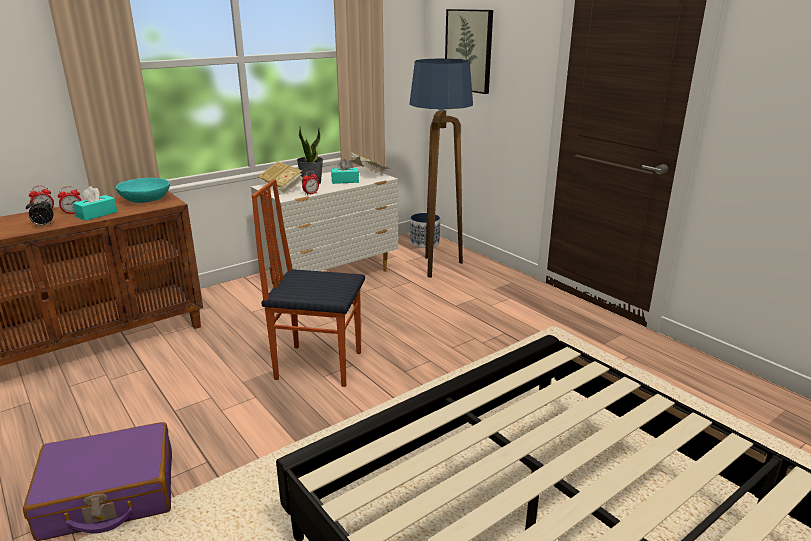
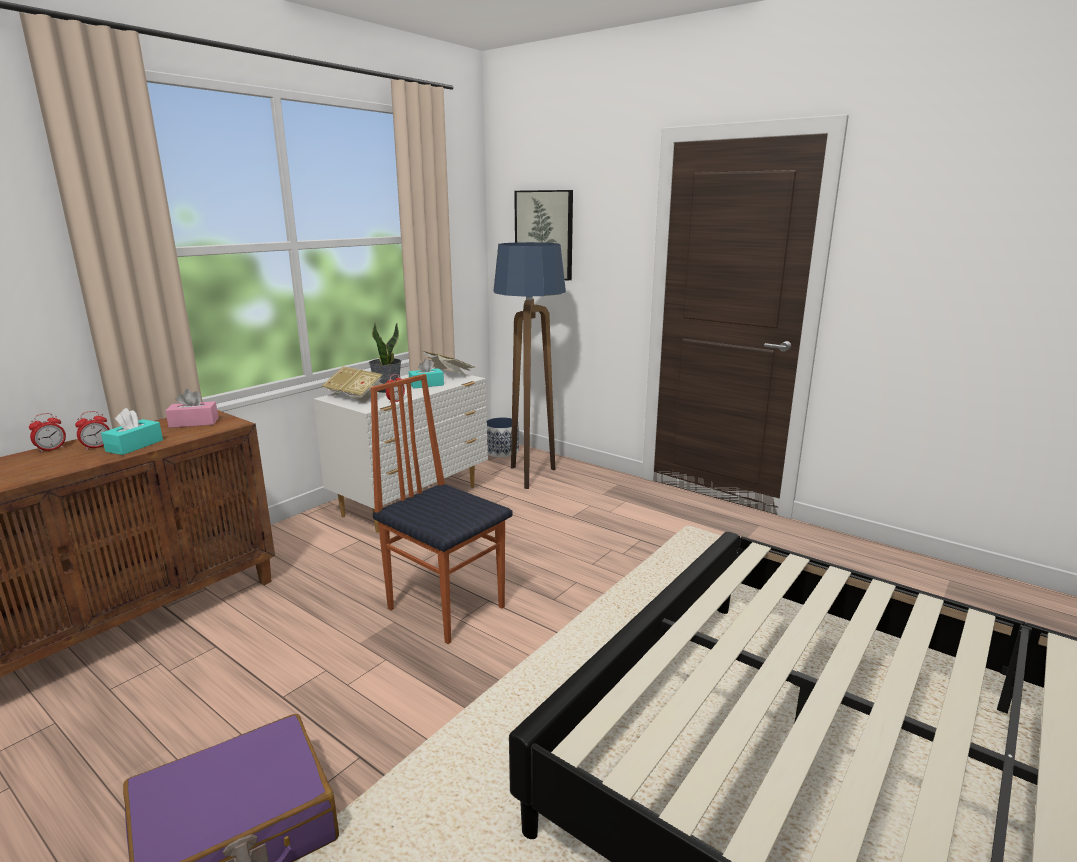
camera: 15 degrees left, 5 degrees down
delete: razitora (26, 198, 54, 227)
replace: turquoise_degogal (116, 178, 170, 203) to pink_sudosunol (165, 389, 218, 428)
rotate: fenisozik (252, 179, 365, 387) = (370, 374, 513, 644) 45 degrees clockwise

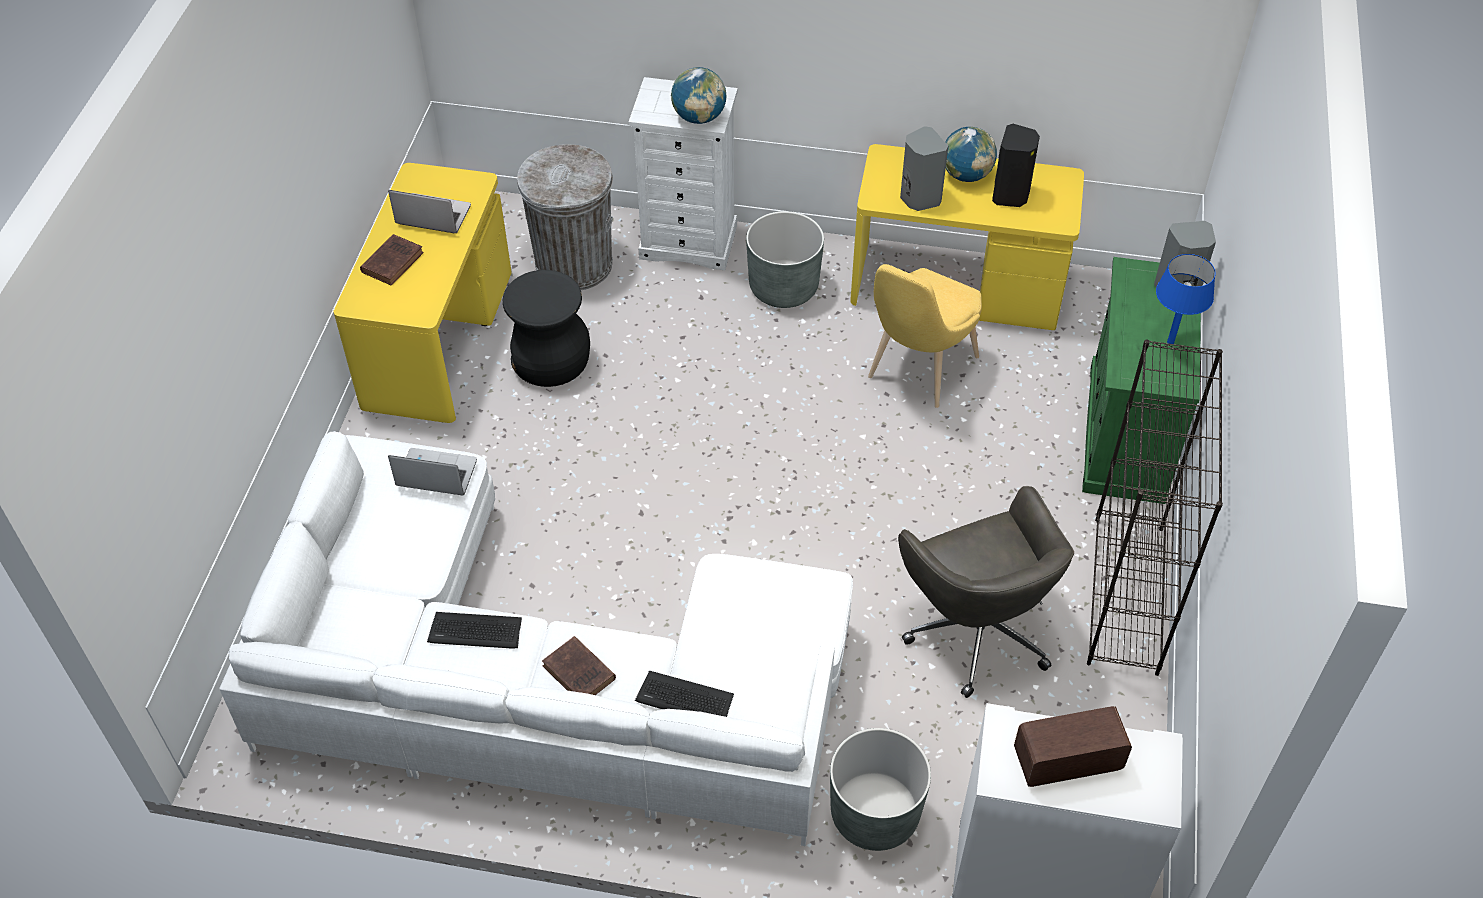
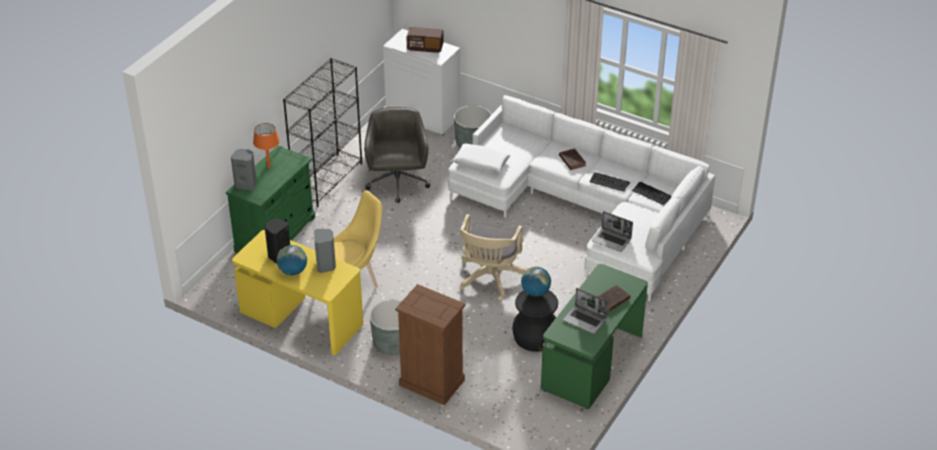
camera: 160 degrees left, 10 degrees down
delete: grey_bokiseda (517, 144, 613, 290)
insert: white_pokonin (452, 144, 510, 173); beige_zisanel (460, 214, 527, 301)
move: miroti (671, 67, 726, 124) to (521, 267, 551, 297); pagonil (635, 671, 734, 717) to (632, 182, 672, 205)
recolor: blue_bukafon (1156, 254, 1215, 344) to orange_bukafon (253, 123, 280, 168); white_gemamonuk (629, 77, 738, 270) to brown_gemamonuk (395, 284, 465, 405); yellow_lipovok (334, 163, 512, 423) to green_lipovok (541, 264, 648, 409)

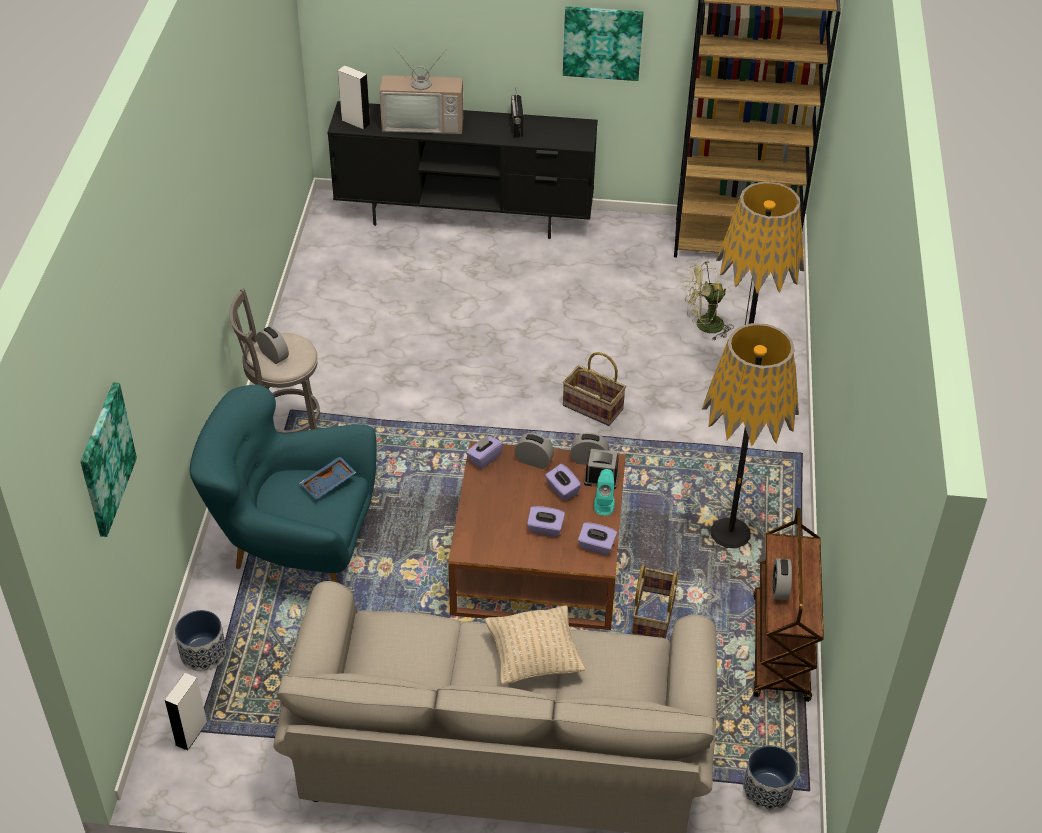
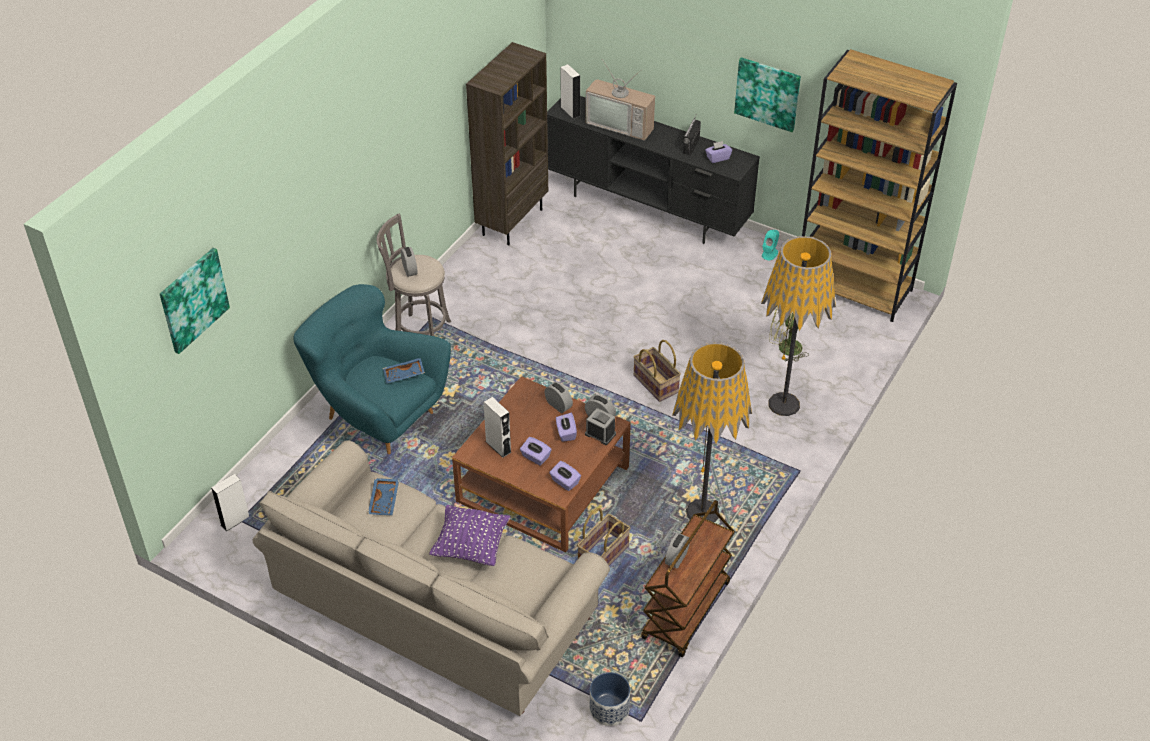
camera: 25 degrees right, 0 degrees up
delete: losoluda (175, 610, 226, 671)
insert: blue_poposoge (368, 478, 399, 515); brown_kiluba (466, 42, 548, 245); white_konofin (484, 397, 512, 458)
move: purple_sudosunol (466, 435, 504, 469) to (705, 141, 732, 163); turquoise_konofin (594, 469, 615, 516) to (762, 230, 779, 260)
recolor: beige_pokonin (485, 605, 585, 685) to purple_pokonin (429, 505, 511, 566)

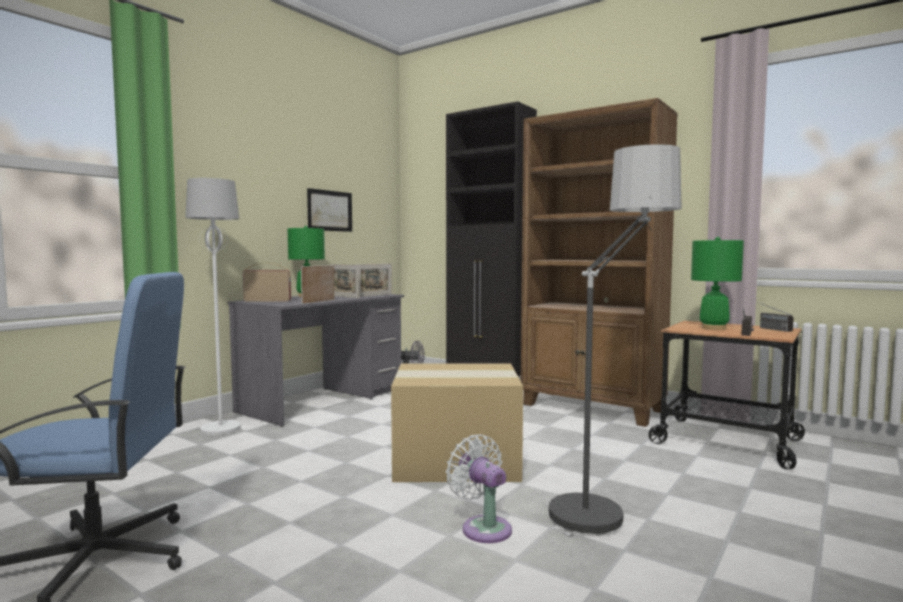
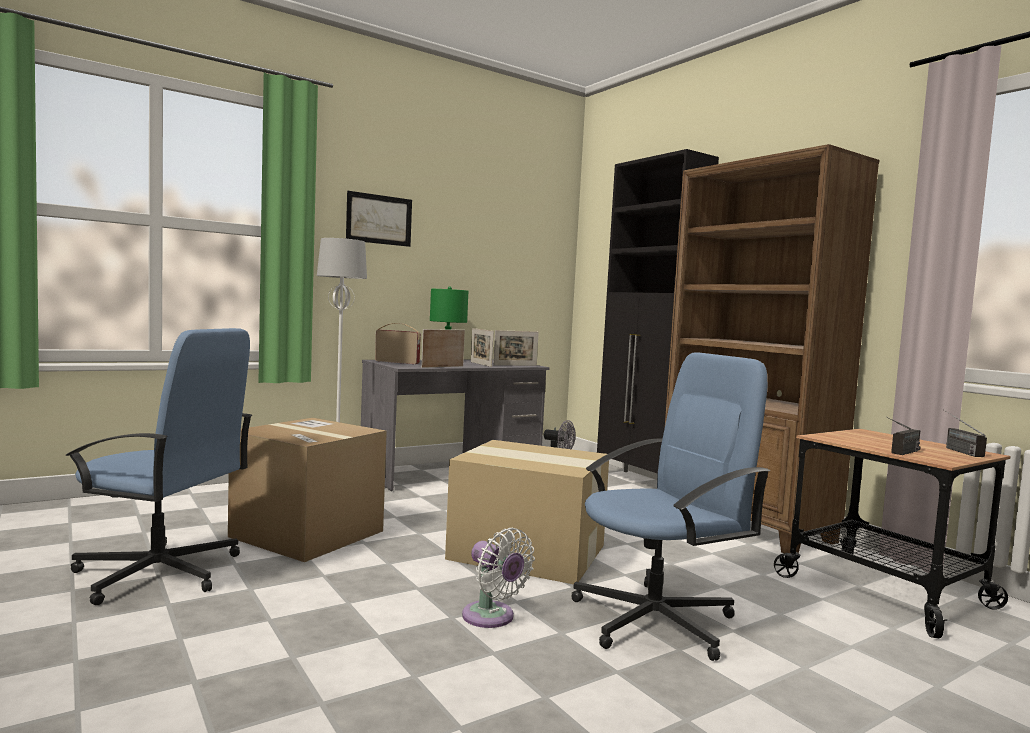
camera: 20 degrees right, 0 degrees up
delete: green_bukafon (691, 237, 744, 330)
insert: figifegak (228, 418, 387, 562)
move: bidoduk (307, 188, 352, 232) to (346, 191, 412, 247)
replace: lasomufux (547, 144, 682, 537) to blue_zisanel (571, 352, 771, 661)
rotate: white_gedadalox (446, 434, 512, 543) = (462, 528, 535, 628) 150 degrees clockwise

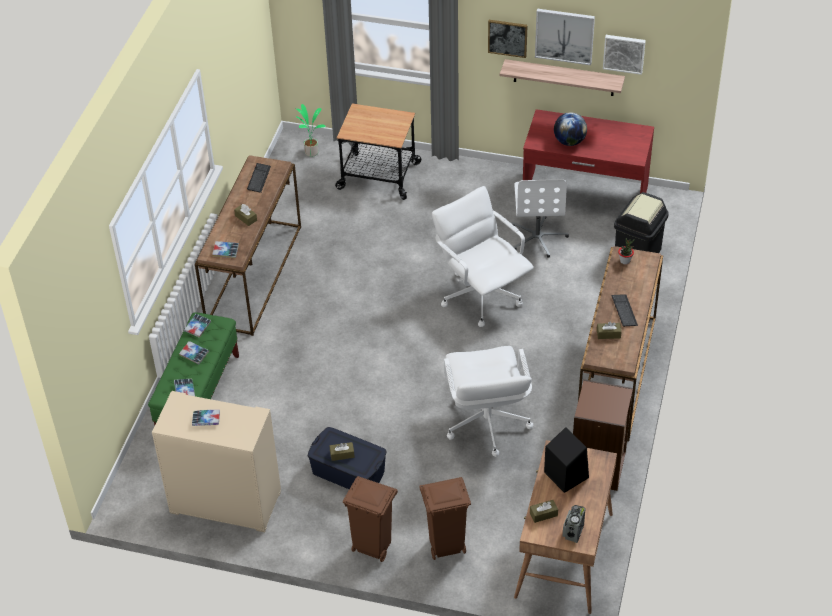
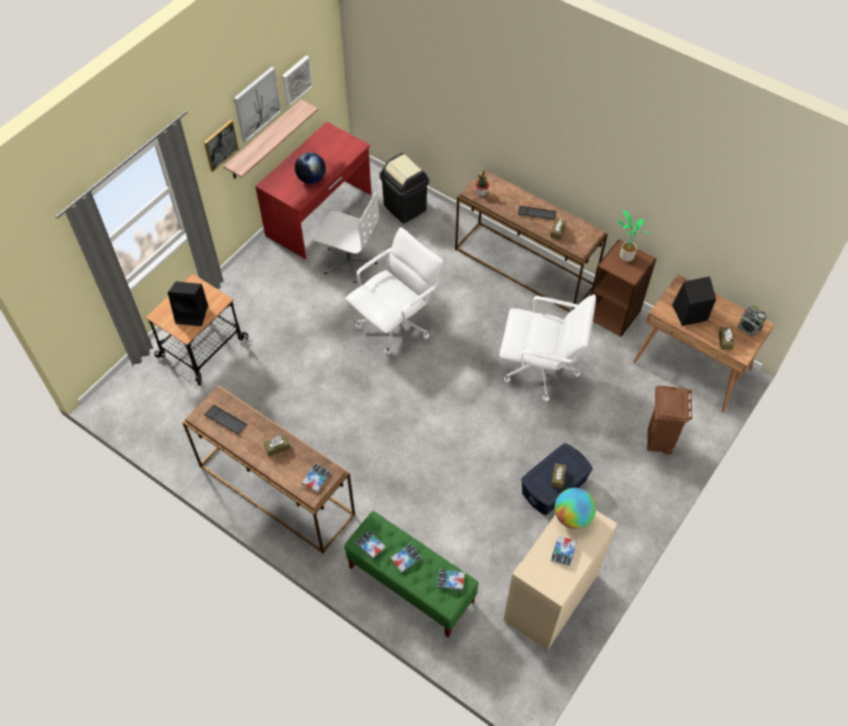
camera: 70 degrees left, 10 degrees up
delete: brown_bokiseda (343, 476, 398, 562)
insert: black_konofin (168, 281, 208, 326); miroti (555, 488, 596, 529)
move: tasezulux (295, 104, 326, 157) to (618, 211, 651, 262)
rotate: white_zisanel (432, 186, 534, 327) = (346, 227, 443, 355) 150 degrees clockwise

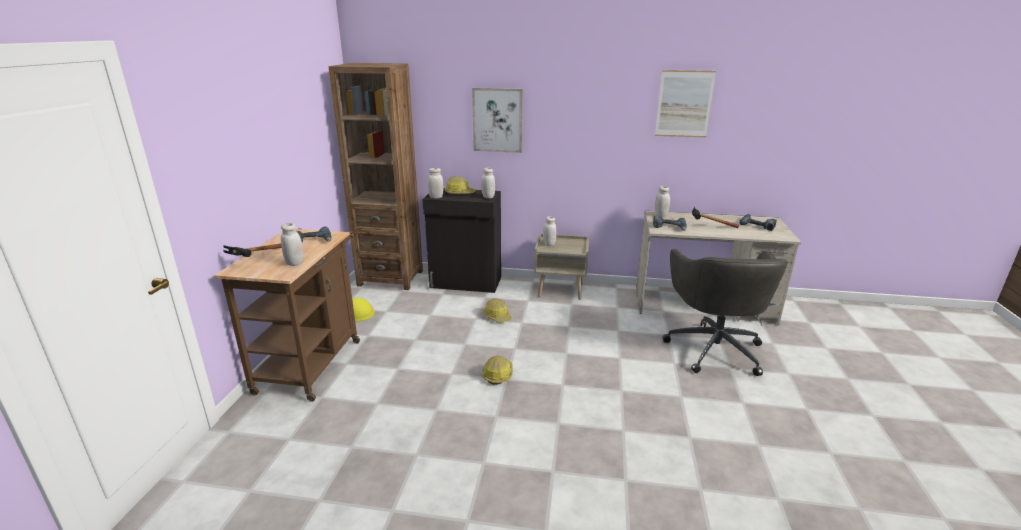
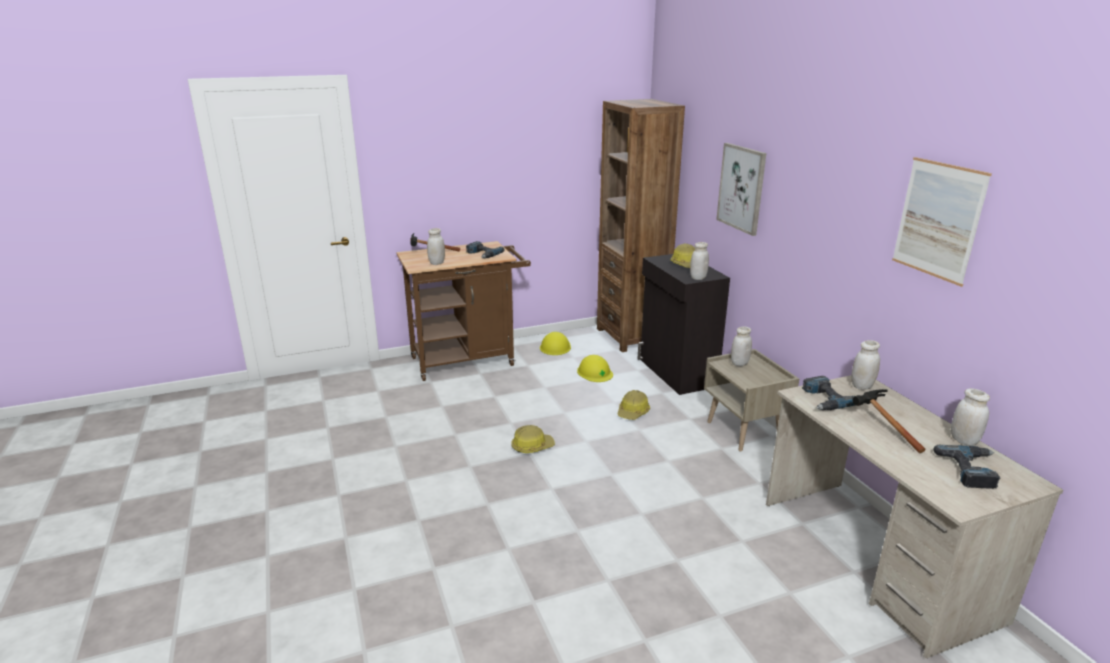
camera: 60 degrees right, 0 degrees up
delete: grey_zisanel (663, 249, 788, 376)
insert: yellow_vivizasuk (577, 355, 613, 382)
move: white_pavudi (428, 168, 444, 198) to (951, 388, 990, 446)

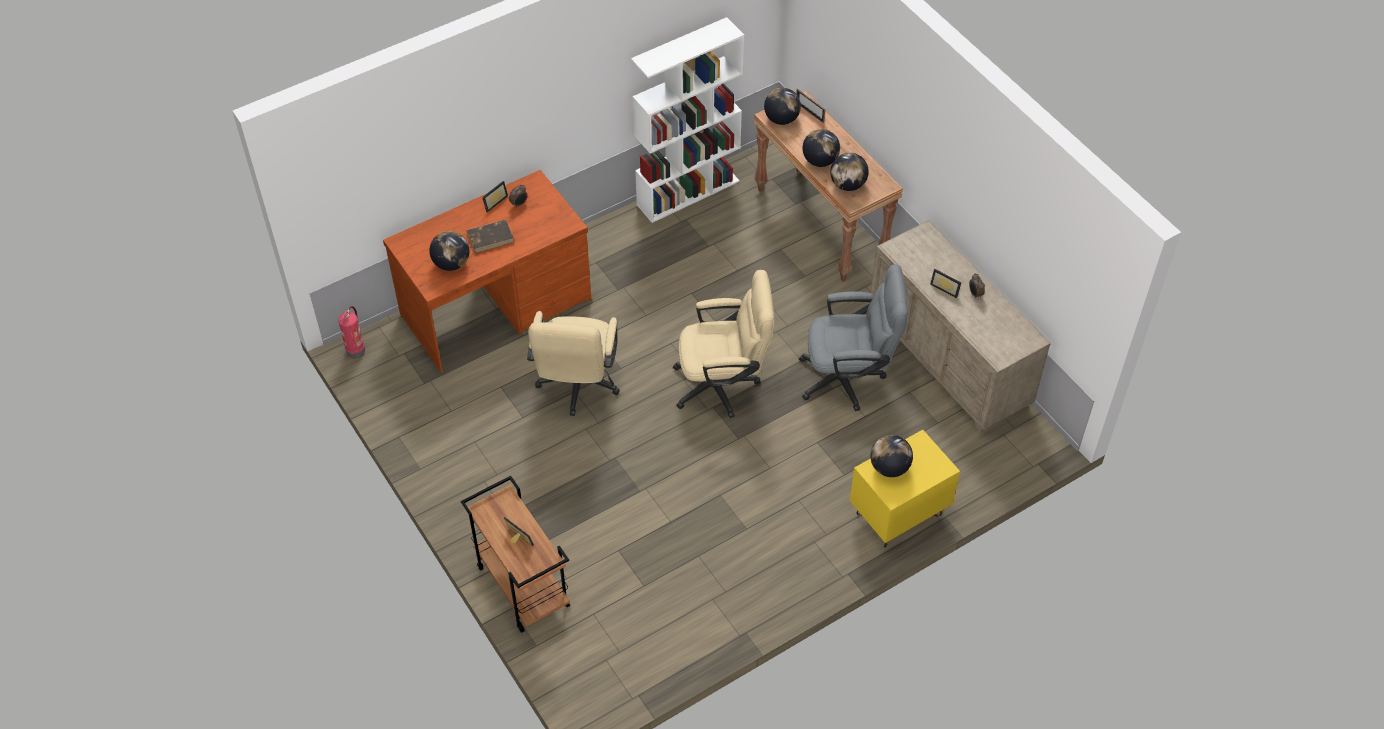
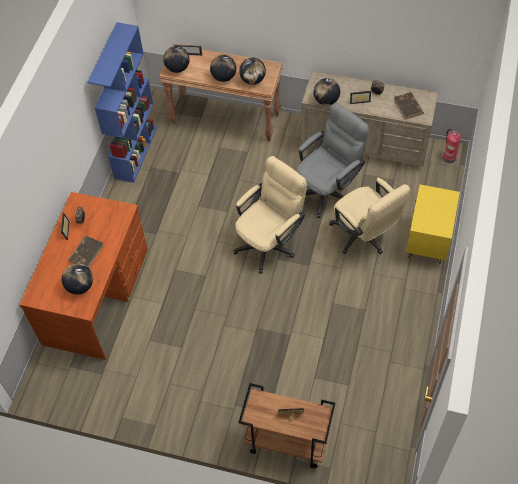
camera: 40 degrees left, 5 degrees up
insert: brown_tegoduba (394, 92, 424, 120)
move: miroti (870, 435, 913, 477) to (313, 78, 340, 105); beige_zisanel (527, 311, 620, 416) to (329, 178, 410, 254); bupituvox (338, 306, 365, 358) to (443, 128, 462, 163)
recolor: white_kiluba (631, 17, 744, 223) to blue_kiluba (87, 22, 158, 183)

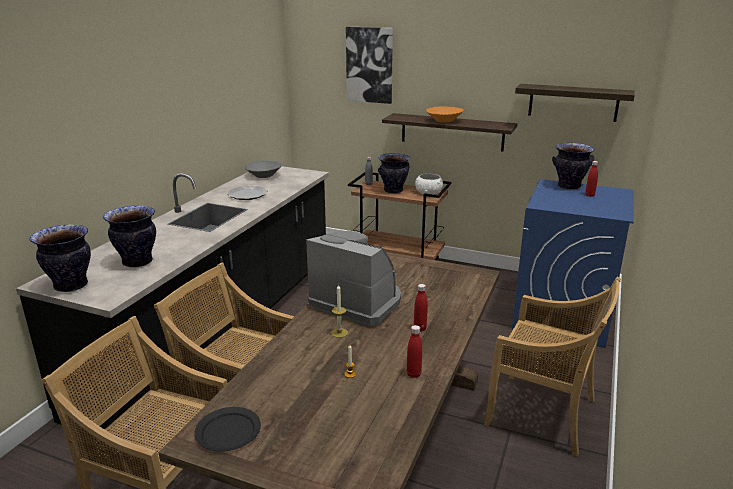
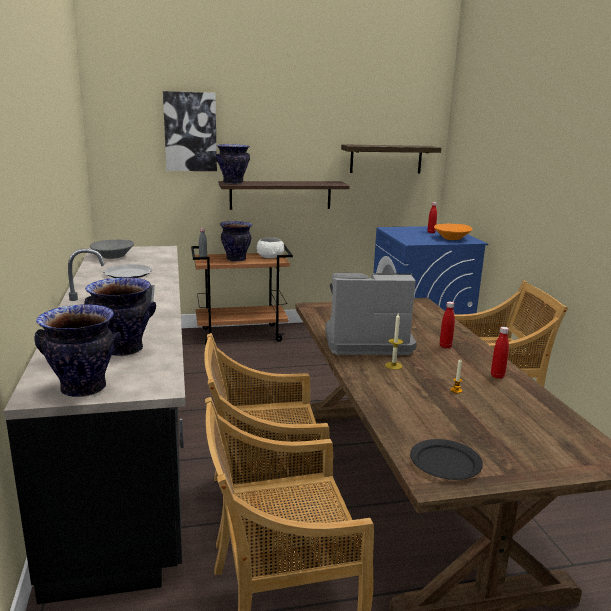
camera: 35 degrees left, 5 degrees down
move: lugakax (552, 143, 595, 190) to (216, 144, 250, 184); orange_degogal (426, 106, 463, 122) to (434, 224, 473, 240)

